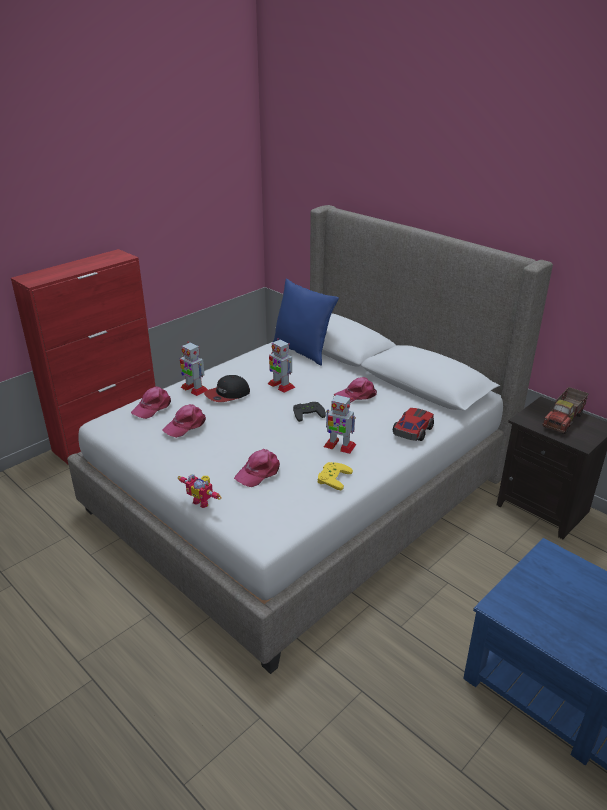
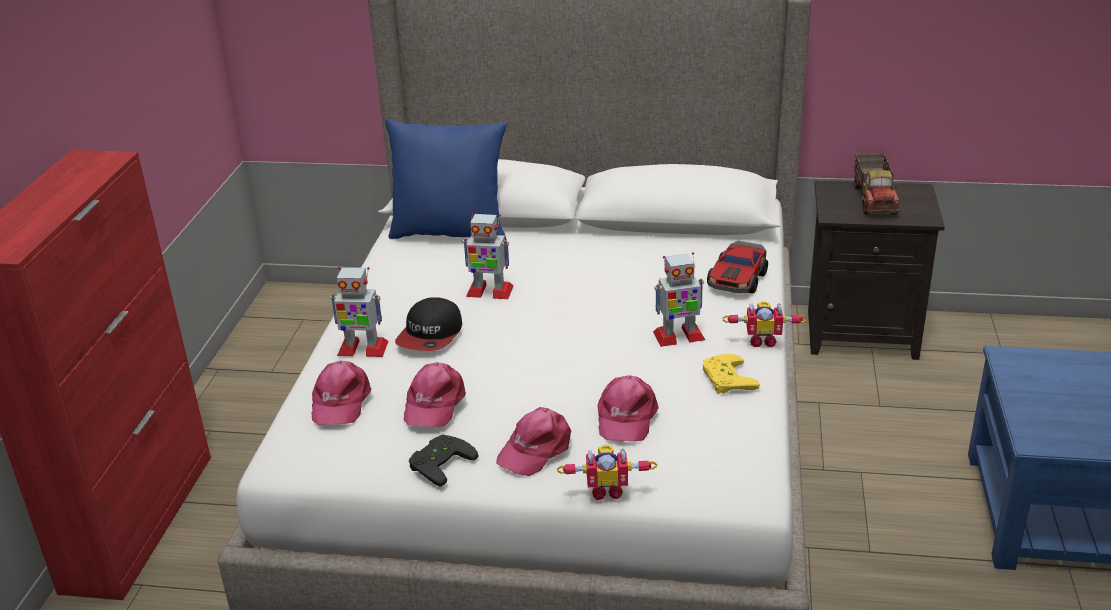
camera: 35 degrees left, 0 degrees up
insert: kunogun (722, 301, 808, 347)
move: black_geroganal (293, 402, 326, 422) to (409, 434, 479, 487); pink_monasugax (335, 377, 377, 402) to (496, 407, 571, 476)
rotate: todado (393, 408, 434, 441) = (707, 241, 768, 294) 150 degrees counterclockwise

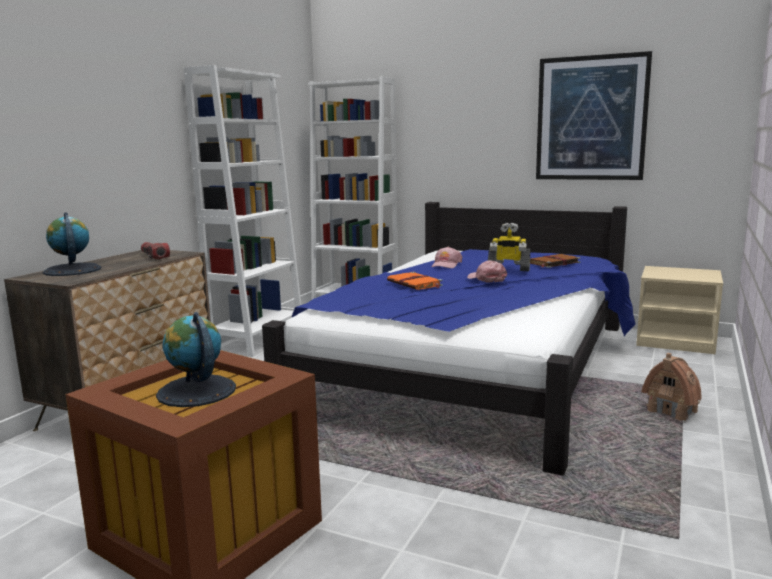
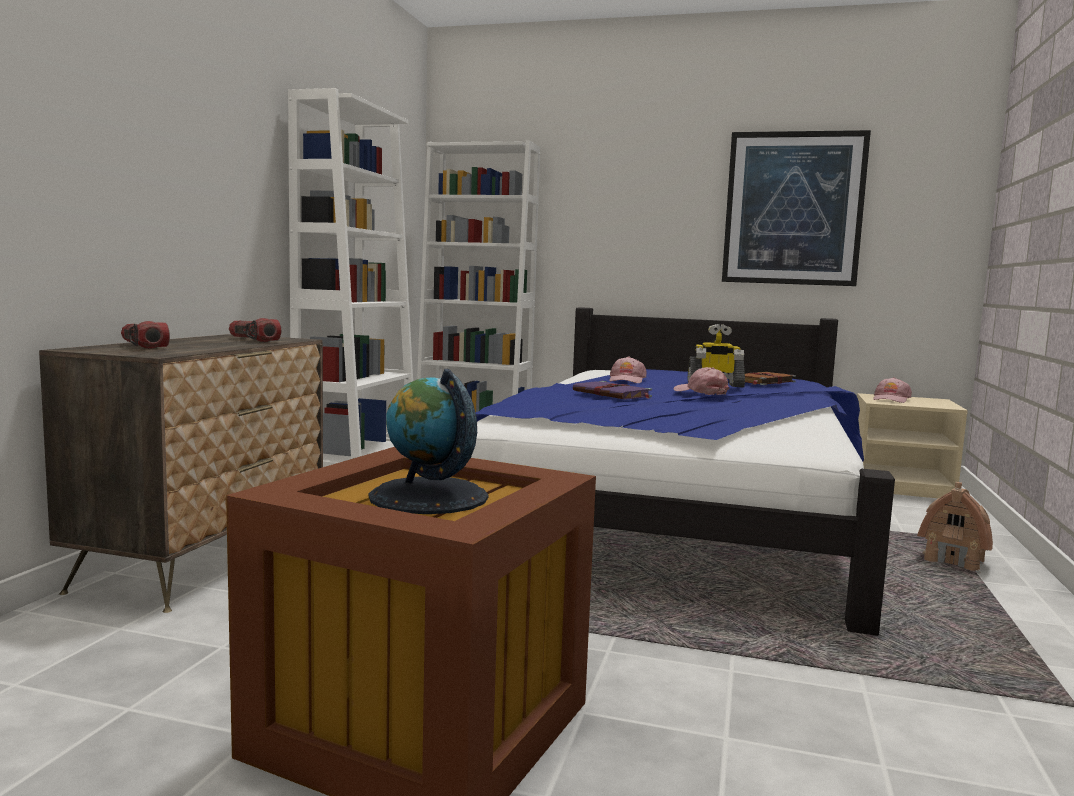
camera: 10 degrees left, 5 degrees down
insert: pink_monasugax (873, 377, 912, 403)
replace: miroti (43, 212, 101, 276) to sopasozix (121, 321, 170, 349)
recolor: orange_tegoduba (387, 272, 443, 290) to purple_tegoduba (573, 381, 652, 400)

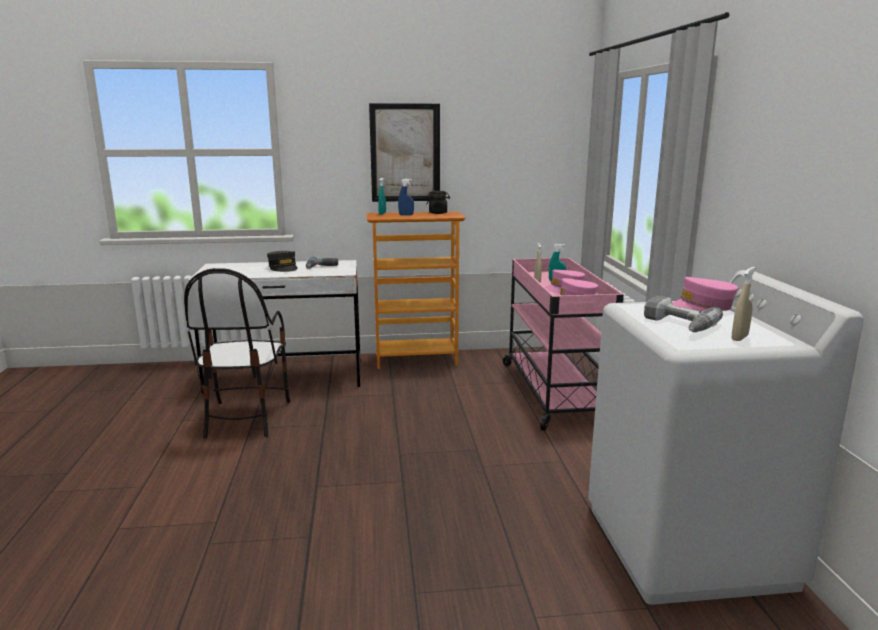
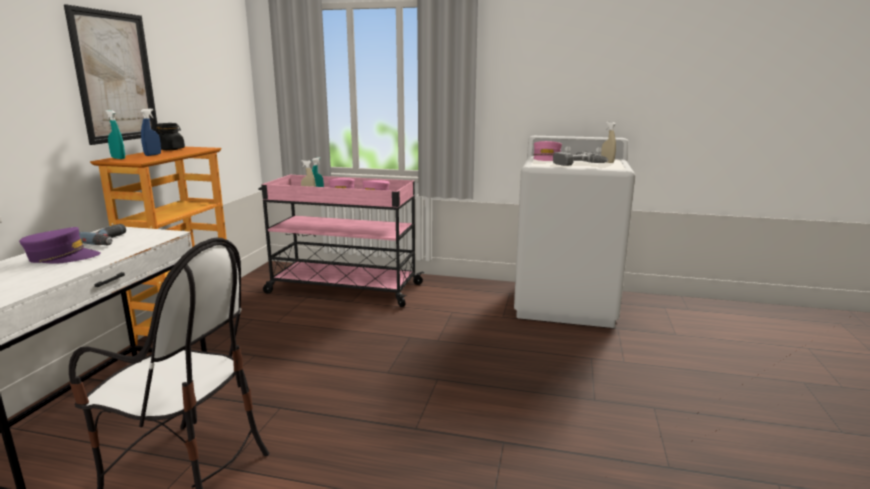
camera: 70 degrees left, 0 degrees up
recolor: grey_monasugax (267, 251, 298, 272) to purple_monasugax (19, 227, 101, 264)

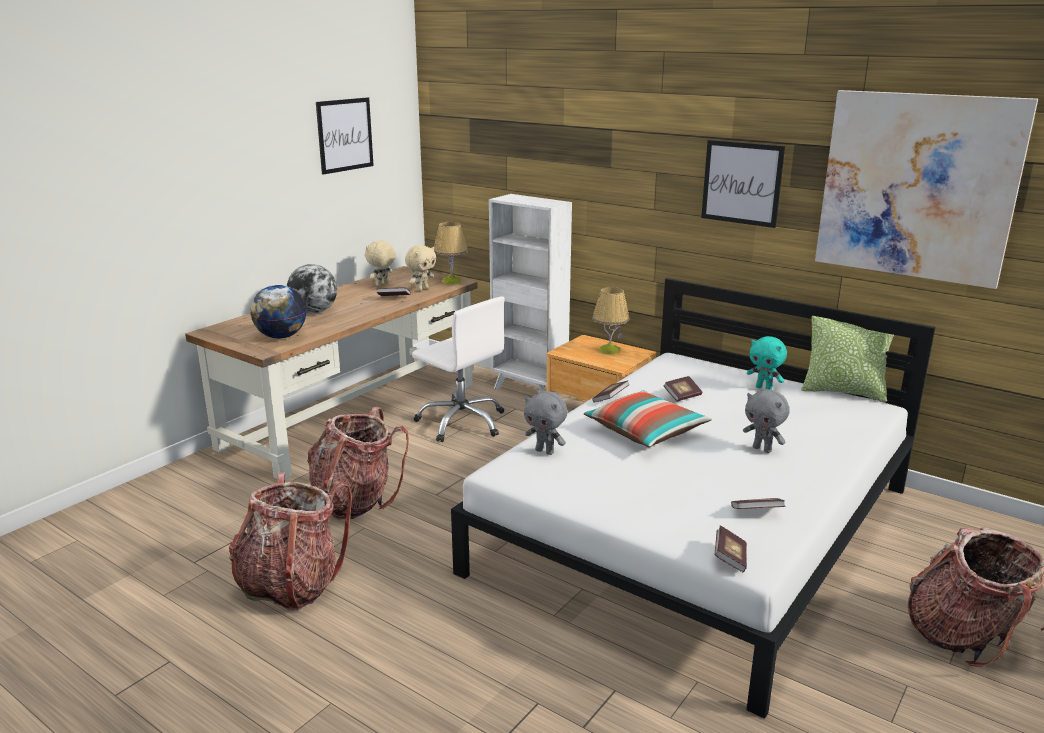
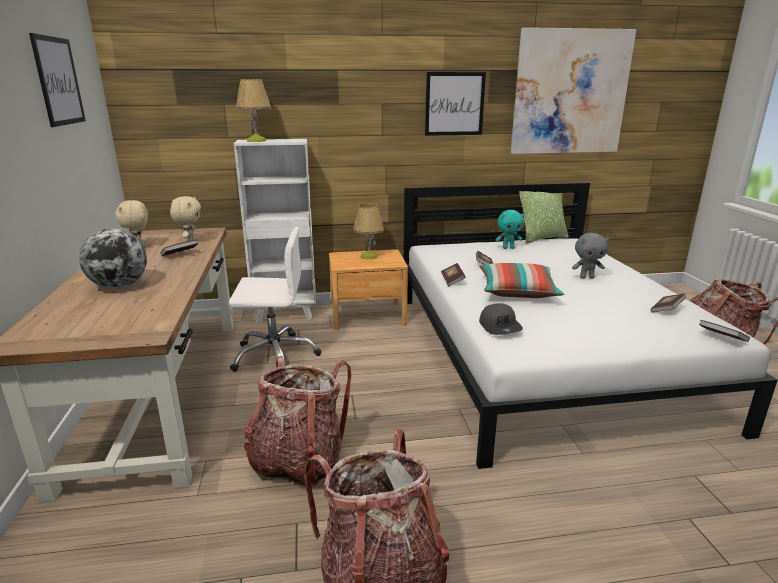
camera: 45 degrees left, 0 degrees up
delete: miroti (250, 285, 306, 339)
move: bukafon (434, 222, 468, 284) to (236, 79, 271, 142)
replace: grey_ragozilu (524, 391, 567, 455) to grey_monasugax (479, 303, 523, 335)

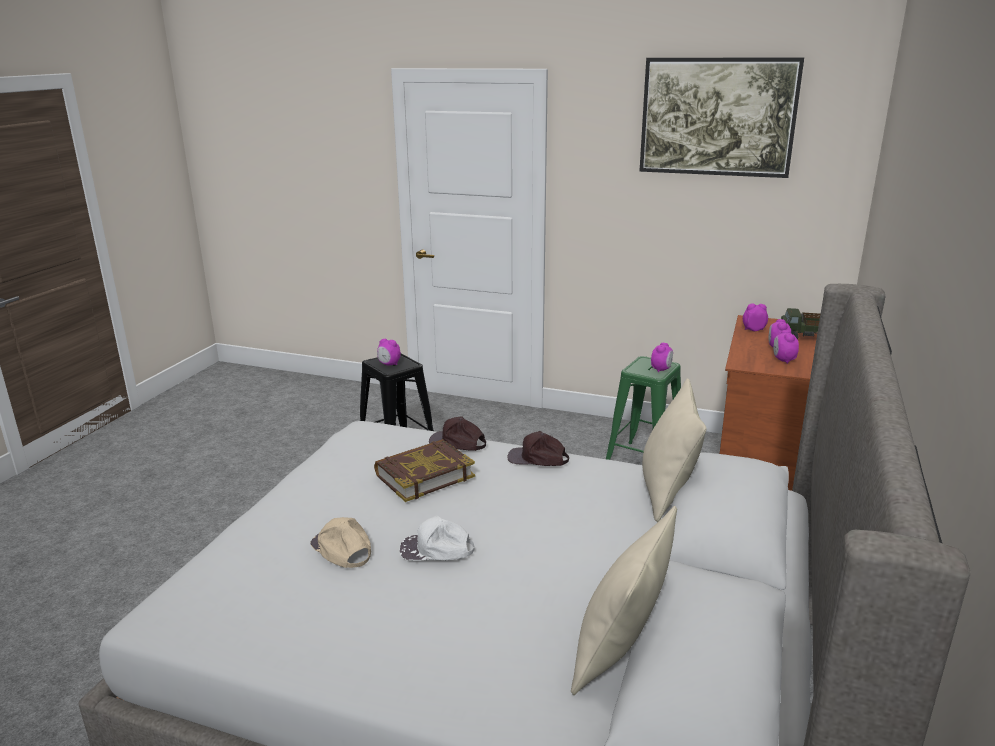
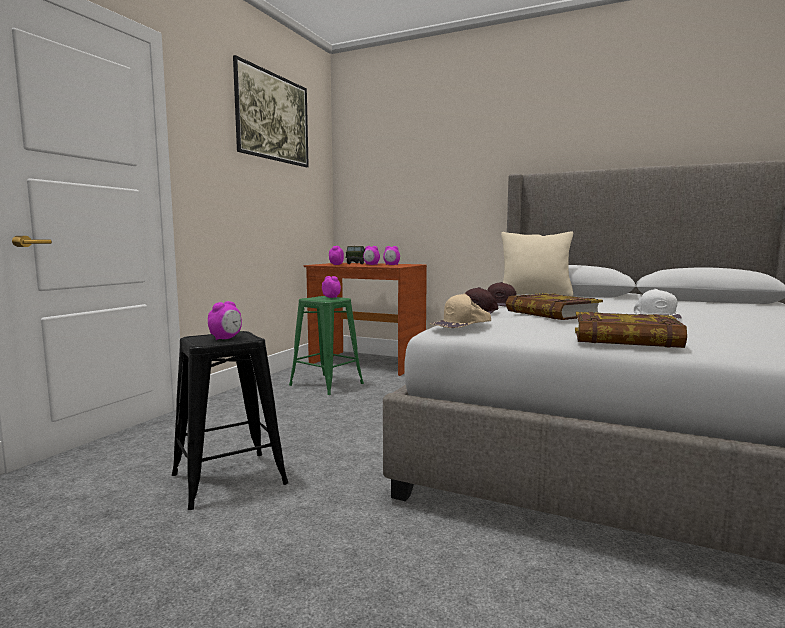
camera: 85 degrees left, 15 degrees down
delete: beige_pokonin (571, 506, 677, 695)
insert: tegoduba (575, 312, 687, 348)
move: beige_monasugax (310, 517, 371, 568) to (430, 293, 491, 328)

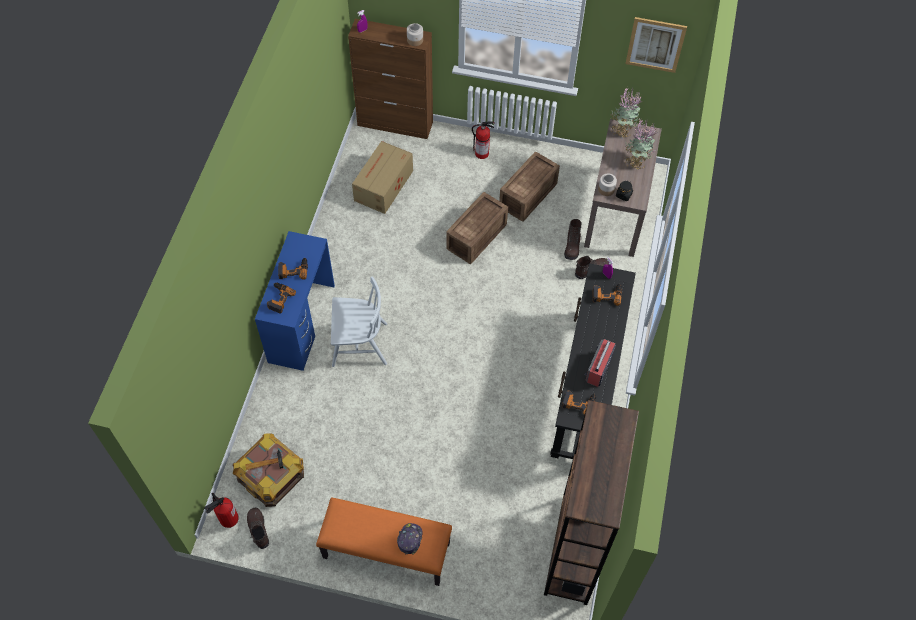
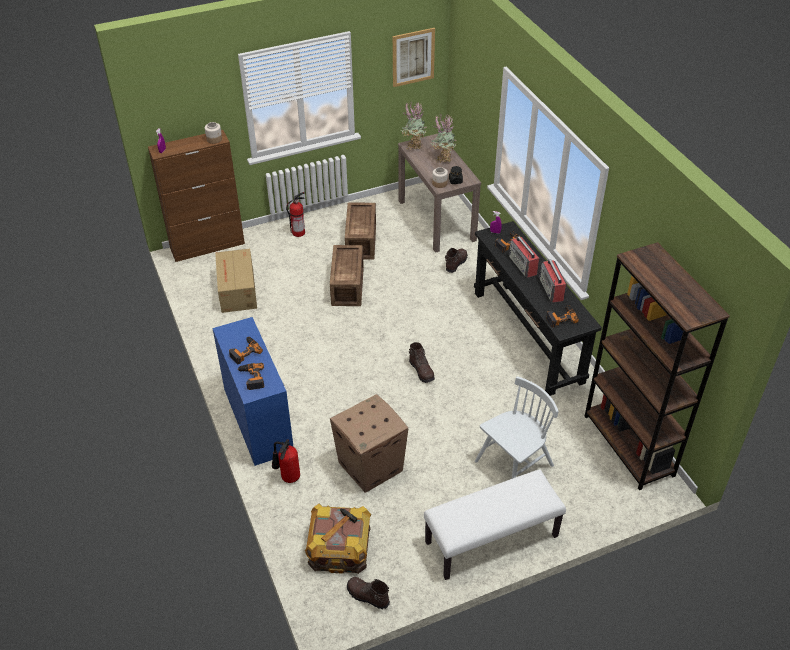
camera: 35 degrees left, 15 degrees down
delete: monasugax (397, 523, 422, 555)
insert: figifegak (330, 394, 408, 493); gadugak (509, 236, 540, 278)
move: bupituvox (204, 493, 239, 528) to (272, 439, 300, 483); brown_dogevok (564, 219, 582, 260) to (409, 342, 435, 383); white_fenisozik (331, 276, 387, 367) to (475, 376, 559, 479)
recolor: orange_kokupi (316, 498, 452, 586) to white_kokupi (424, 469, 566, 580)

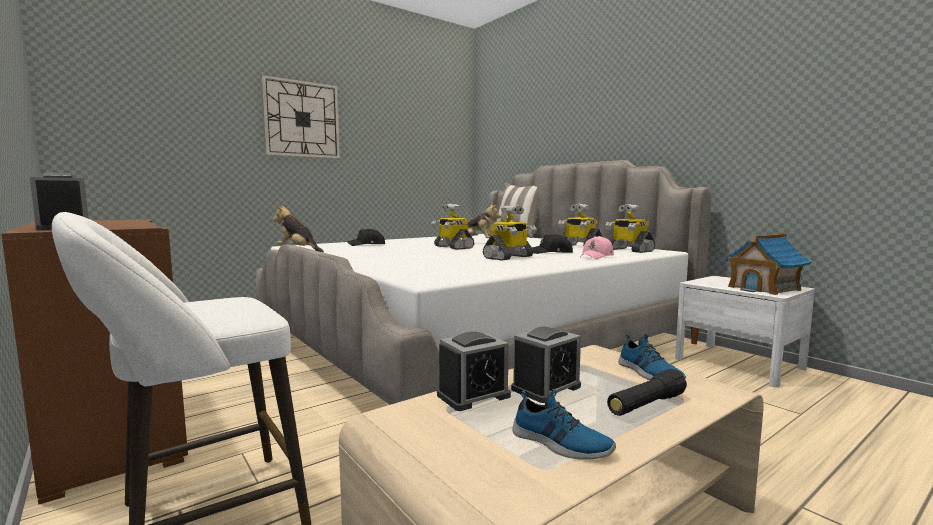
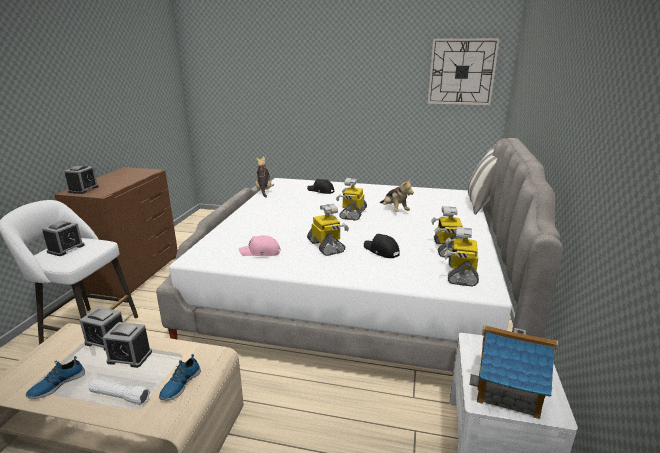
camera: 50 degrees right, 15 degrees up
insert: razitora (42, 220, 85, 256)
move: pink_monasugax (580, 236, 614, 259) to (239, 235, 281, 256); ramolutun (262, 75, 340, 159) to (428, 38, 500, 105)
recolor: black_sopasozix (607, 369, 687, 416) to white_sopasozix (89, 379, 150, 405)
rotate: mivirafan (512, 389, 616, 460) = (26, 356, 85, 399) 45 degrees clockwise; kunogun (483, 205, 537, 261) = (307, 204, 349, 256) 120 degrees counterclockwise

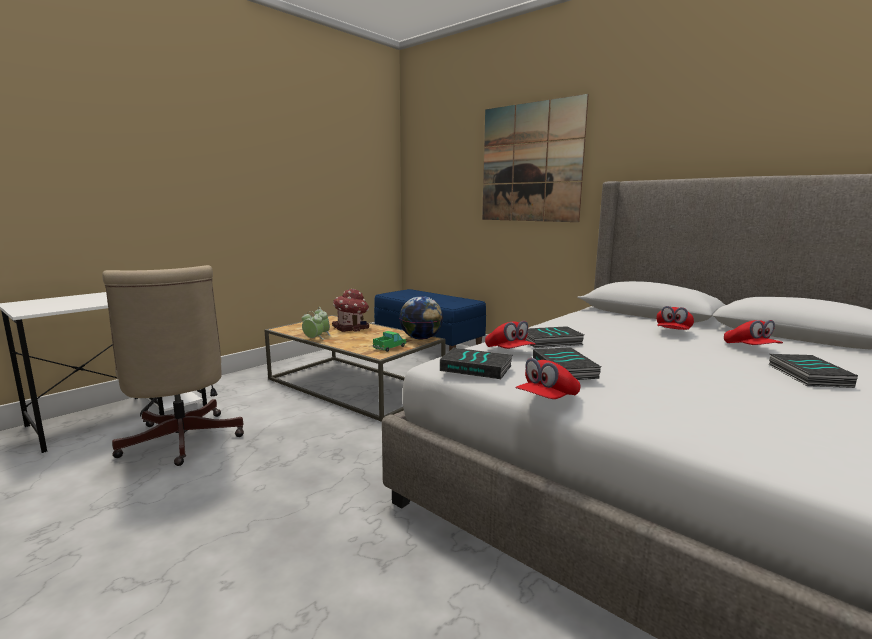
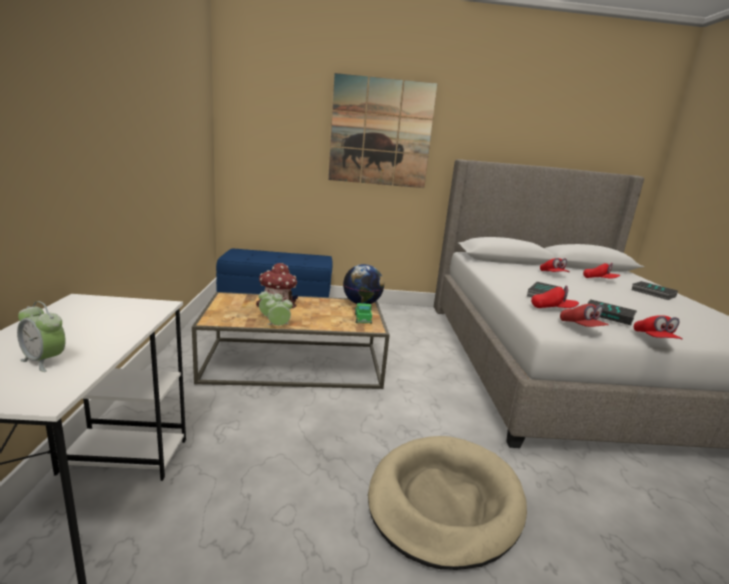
camera: 45 degrees left, 5 degrees up
delete: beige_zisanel (102, 265, 244, 466)
insert: razitora (17, 301, 66, 372); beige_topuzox (368, 436, 527, 570)
replace: tegoduba (440, 348, 513, 379) to red_monasugax (560, 304, 609, 327)

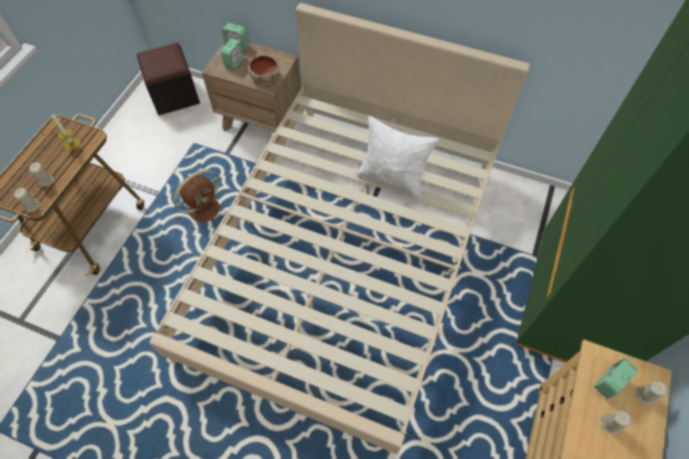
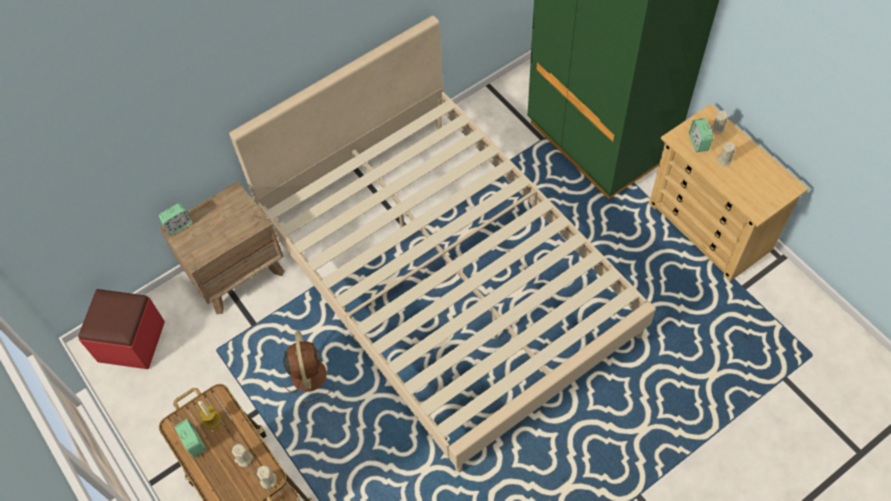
camera: 55 degrees left, 0 degrees up
delete: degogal (248, 56, 279, 82); white_pokonin (357, 116, 439, 198)
move: razitora (221, 38, 245, 69) to (174, 419, 206, 457)
recolor: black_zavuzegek (137, 43, 200, 115) to red_zavuzegek (78, 289, 165, 369)

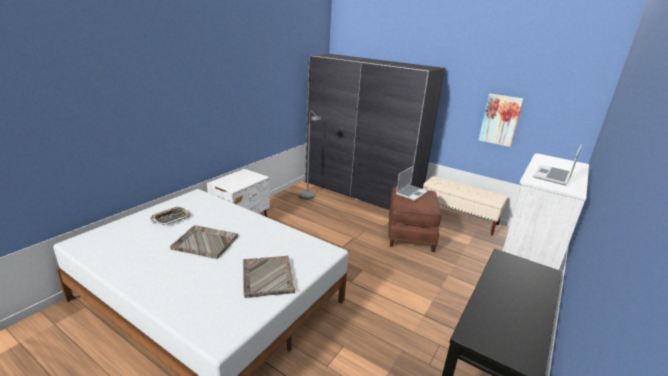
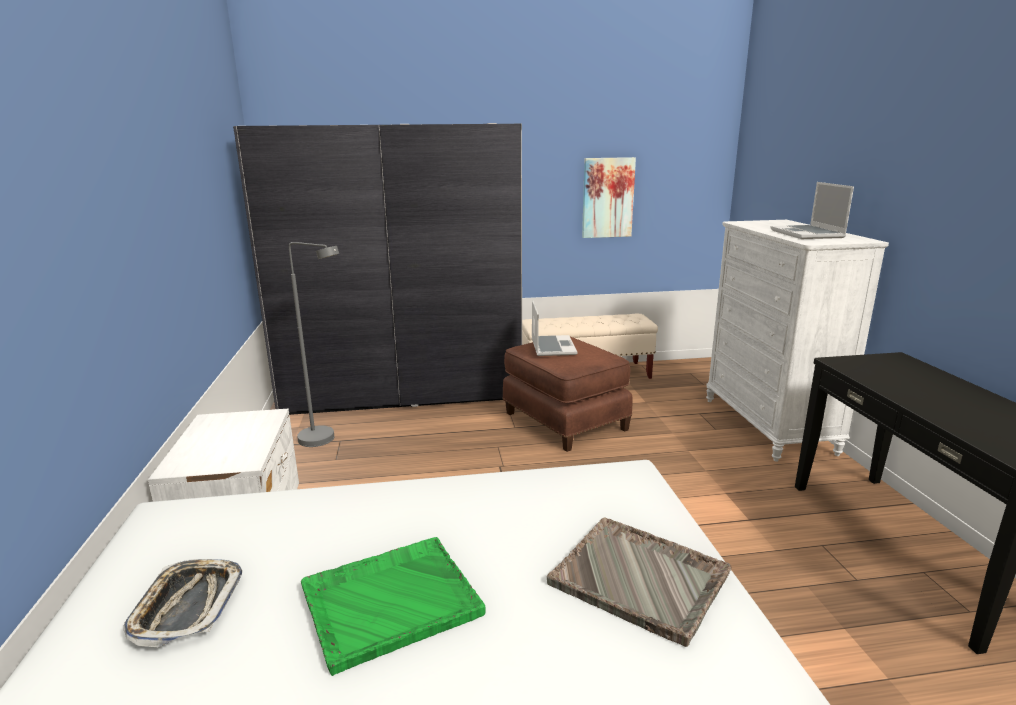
camera: 40 degrees left, 5 degrees down
recolor: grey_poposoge (170, 225, 238, 259) to green_poposoge (301, 537, 485, 676)

